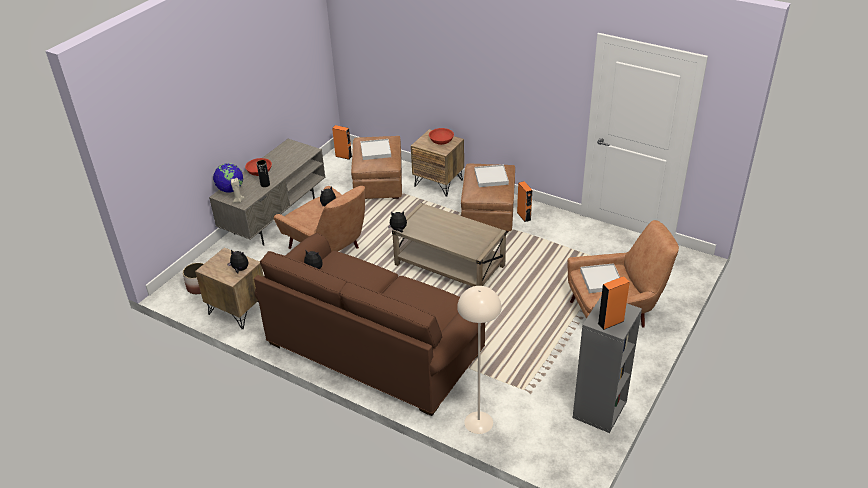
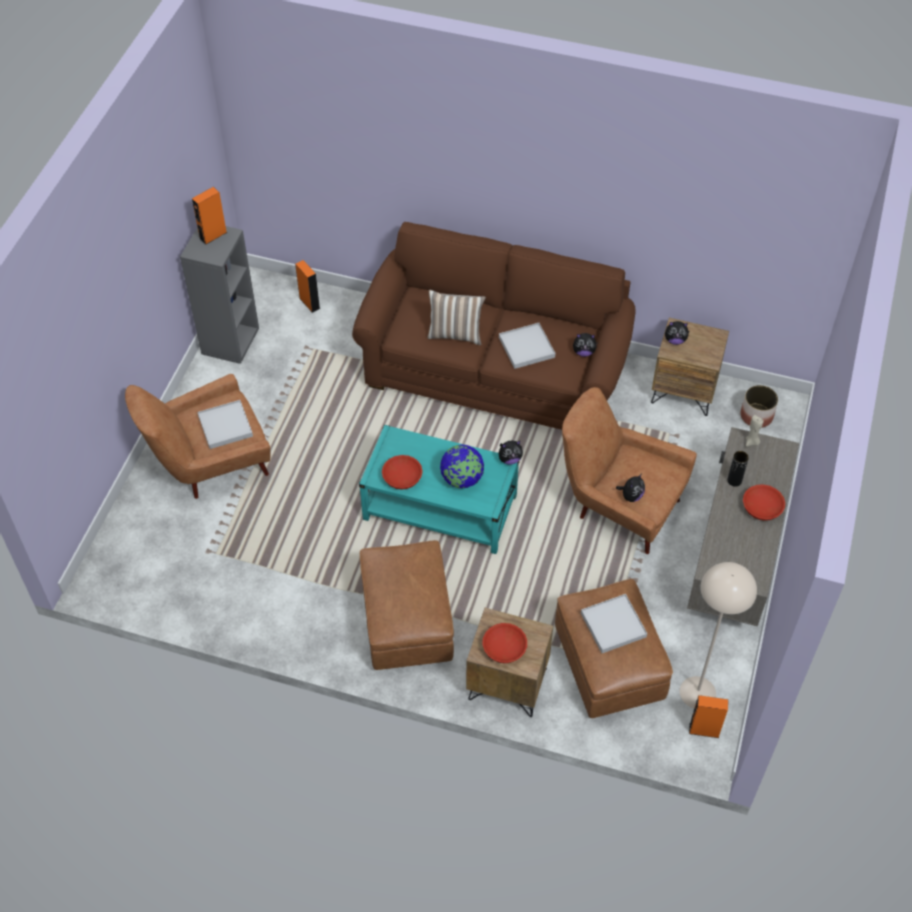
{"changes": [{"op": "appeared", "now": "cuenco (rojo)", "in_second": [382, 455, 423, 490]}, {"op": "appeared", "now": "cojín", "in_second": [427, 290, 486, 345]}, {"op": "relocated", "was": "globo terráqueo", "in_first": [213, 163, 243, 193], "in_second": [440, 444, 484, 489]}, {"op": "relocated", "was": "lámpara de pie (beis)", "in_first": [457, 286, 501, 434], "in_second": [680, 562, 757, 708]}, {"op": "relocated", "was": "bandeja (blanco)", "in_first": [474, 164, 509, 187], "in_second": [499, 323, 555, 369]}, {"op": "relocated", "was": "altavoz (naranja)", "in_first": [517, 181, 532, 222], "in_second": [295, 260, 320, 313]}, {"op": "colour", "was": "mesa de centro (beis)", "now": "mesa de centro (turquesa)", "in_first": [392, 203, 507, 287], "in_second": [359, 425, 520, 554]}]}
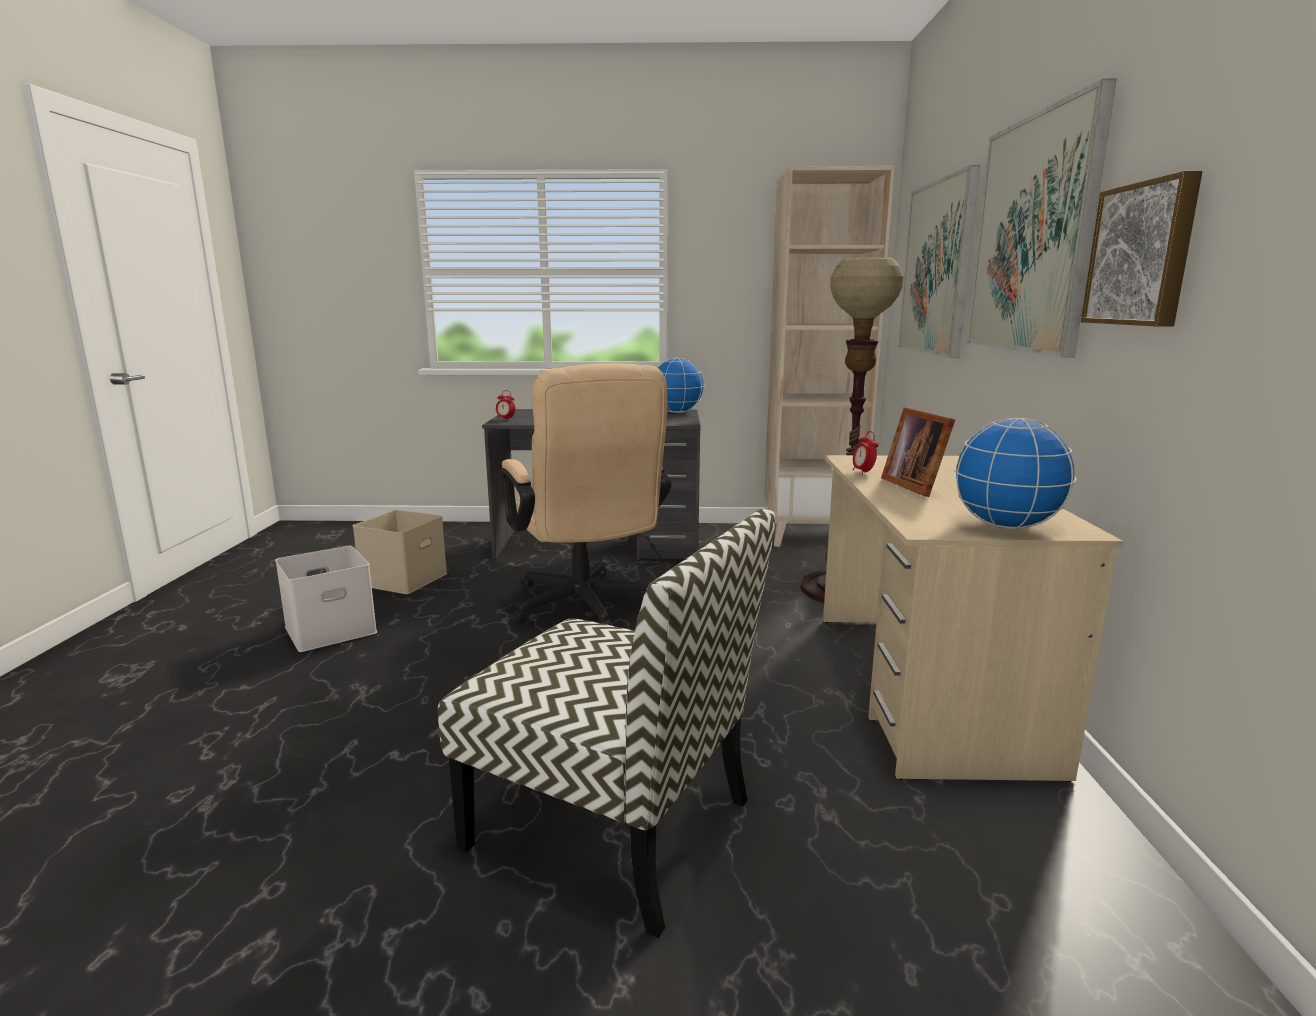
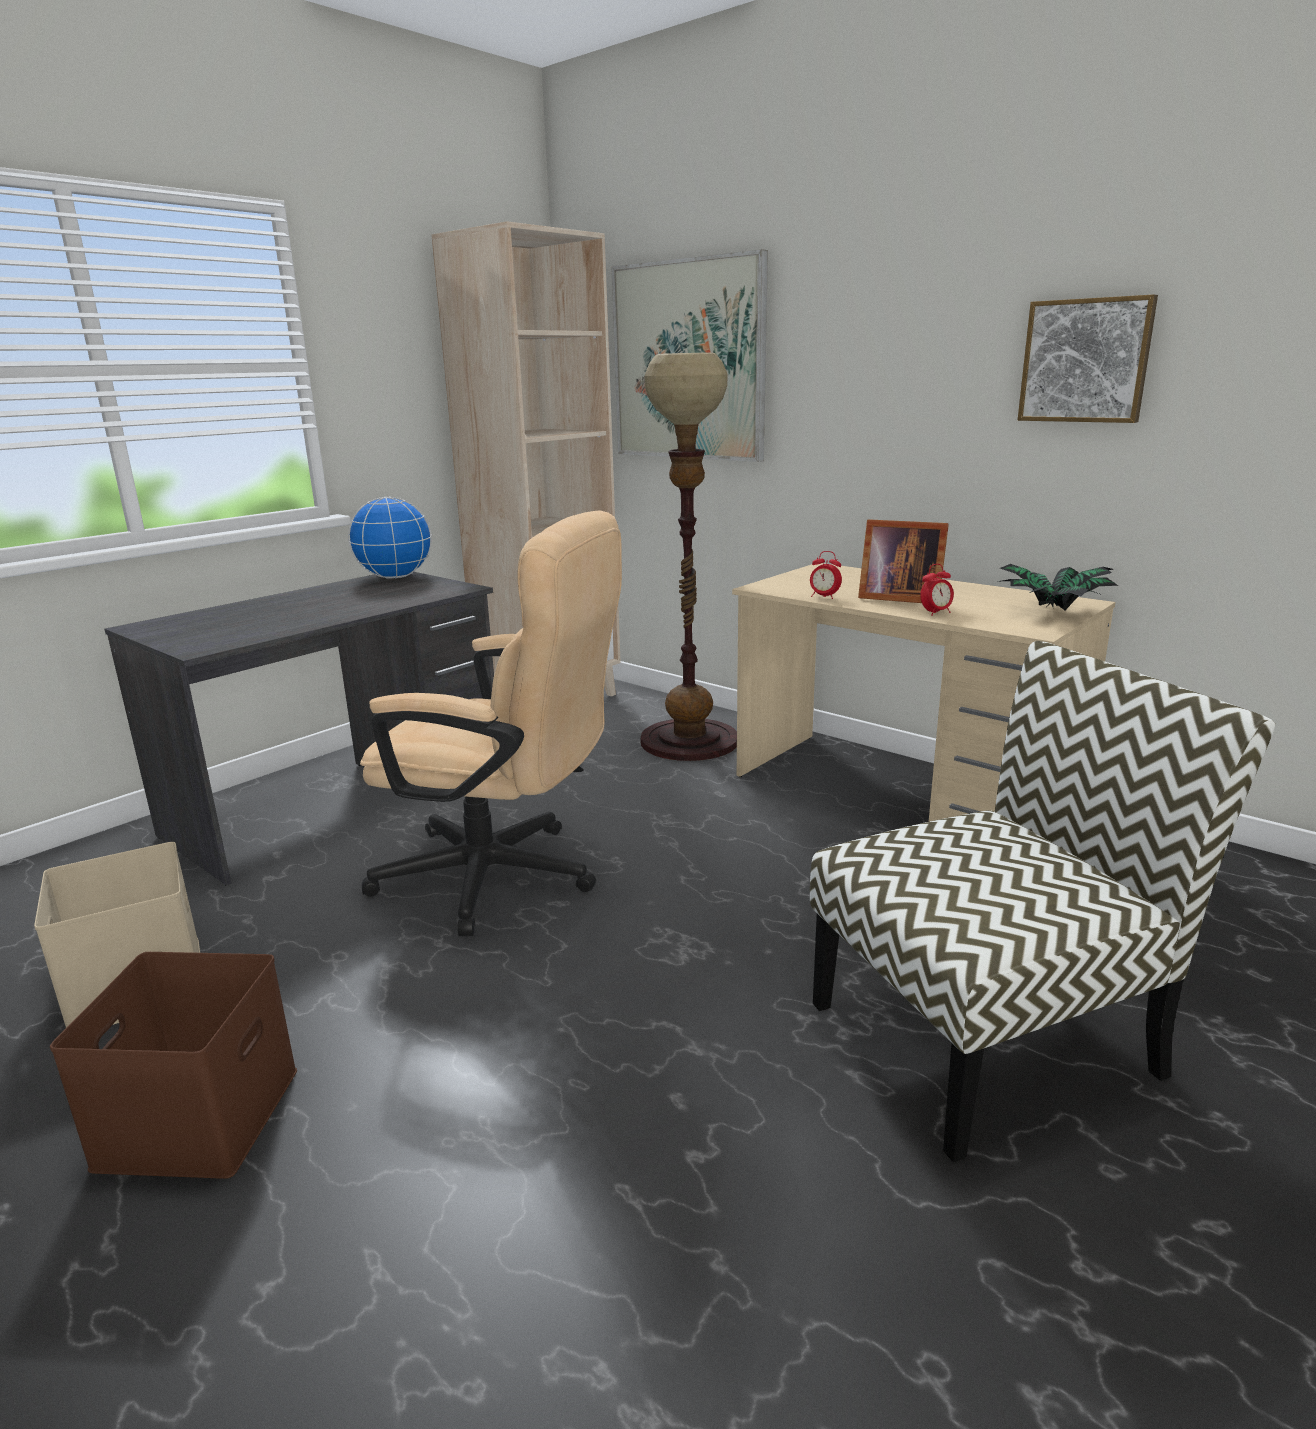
{"changes": [{"op": "missing", "was": "cuadro", "in_first": [967, 79, 1117, 358]}, {"op": "relocated", "was": "despertador", "in_first": [496, 390, 515, 420], "in_second": [920, 564, 954, 616]}, {"op": "exchanged", "was": "globo terráqueo", "now": "planta en maceta", "in_first": [954, 418, 1077, 529], "in_second": [1000, 564, 1118, 610]}, {"op": "colour", "was": "caja de almacenaje (blanco)", "now": "caja de almacenaje (marrón)", "in_first": [275, 546, 377, 652], "in_second": [50, 952, 297, 1179]}]}
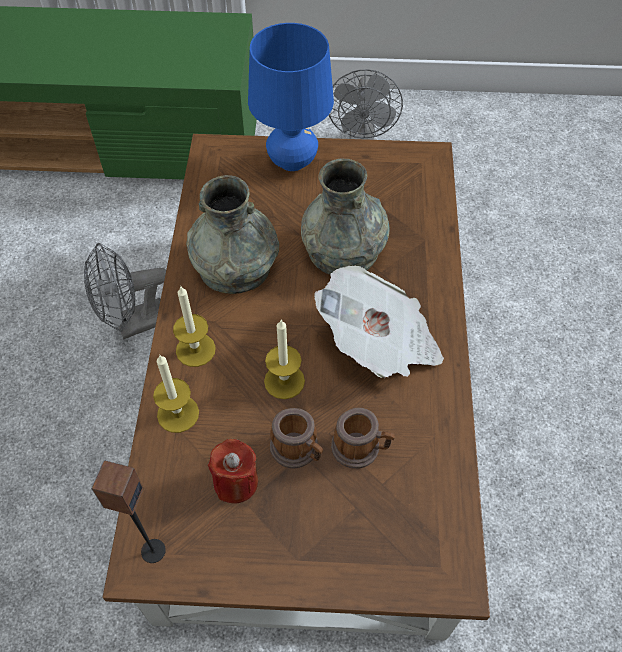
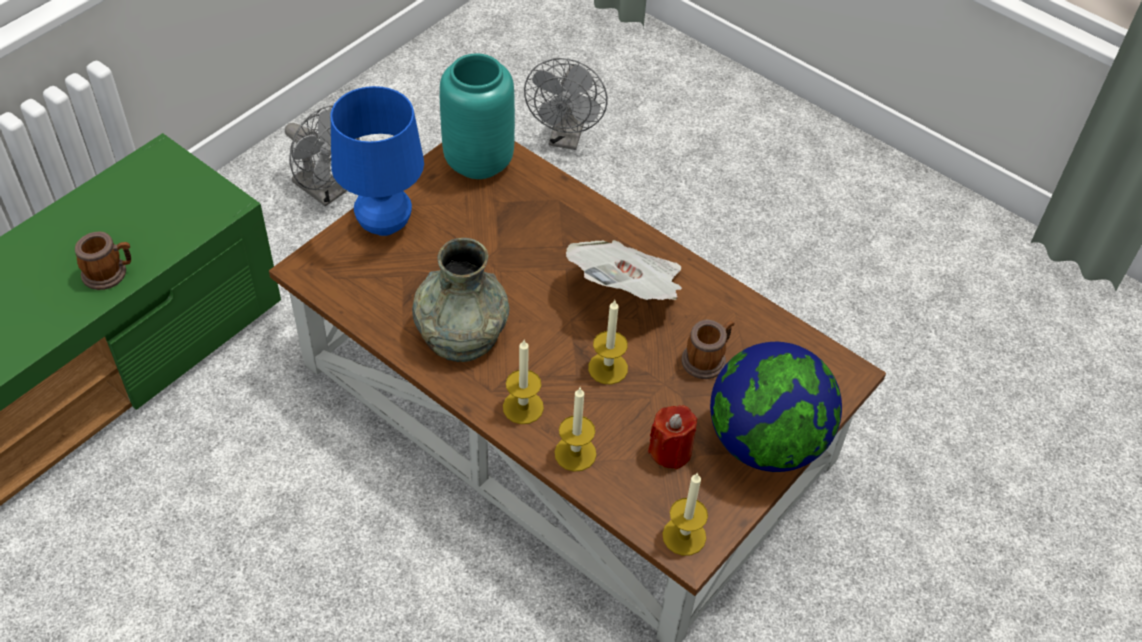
{"changes": [{"op": "missing", "was": "florero (gris)", "in_first": [301, 158, 390, 275]}, {"op": "appeared", "now": "florero (turquesa)", "in_second": [440, 54, 515, 179]}, {"op": "appeared", "now": "globo terráqueo", "in_second": [710, 342, 842, 472]}, {"op": "relocated", "was": "ventilador (gris)", "in_first": [84, 243, 166, 339], "in_second": [524, 58, 608, 150]}, {"op": "relocated", "was": "taza grande", "in_first": [270, 408, 323, 469], "in_second": [75, 232, 131, 290]}, {"op": "exchanged", "was": "altavoz", "now": "vela", "in_first": [91, 460, 166, 563], "in_second": [662, 472, 708, 556]}]}
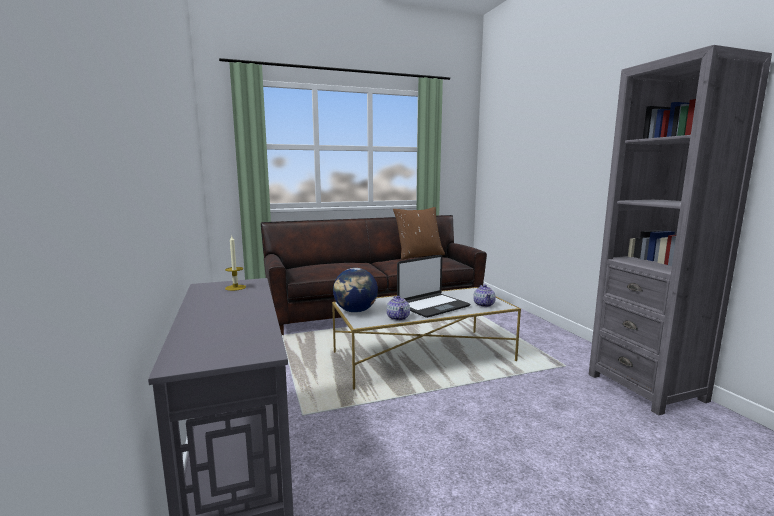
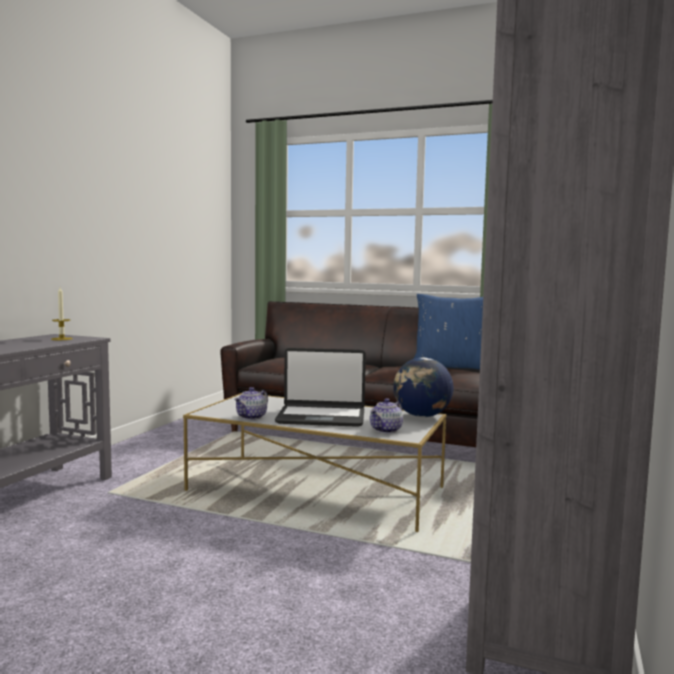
{"changes": [{"op": "relocated", "was": "globo terráqueo", "in_first": [333, 268, 378, 313], "in_second": [393, 358, 453, 417]}, {"op": "colour", "was": "cojín (marrón)", "now": "cojín (azul)", "in_first": [393, 207, 445, 260], "in_second": [414, 294, 483, 370]}]}
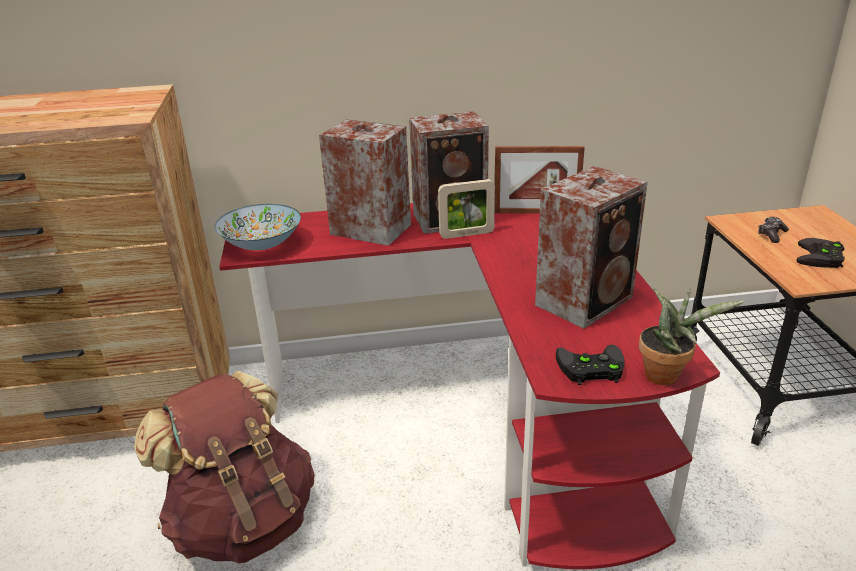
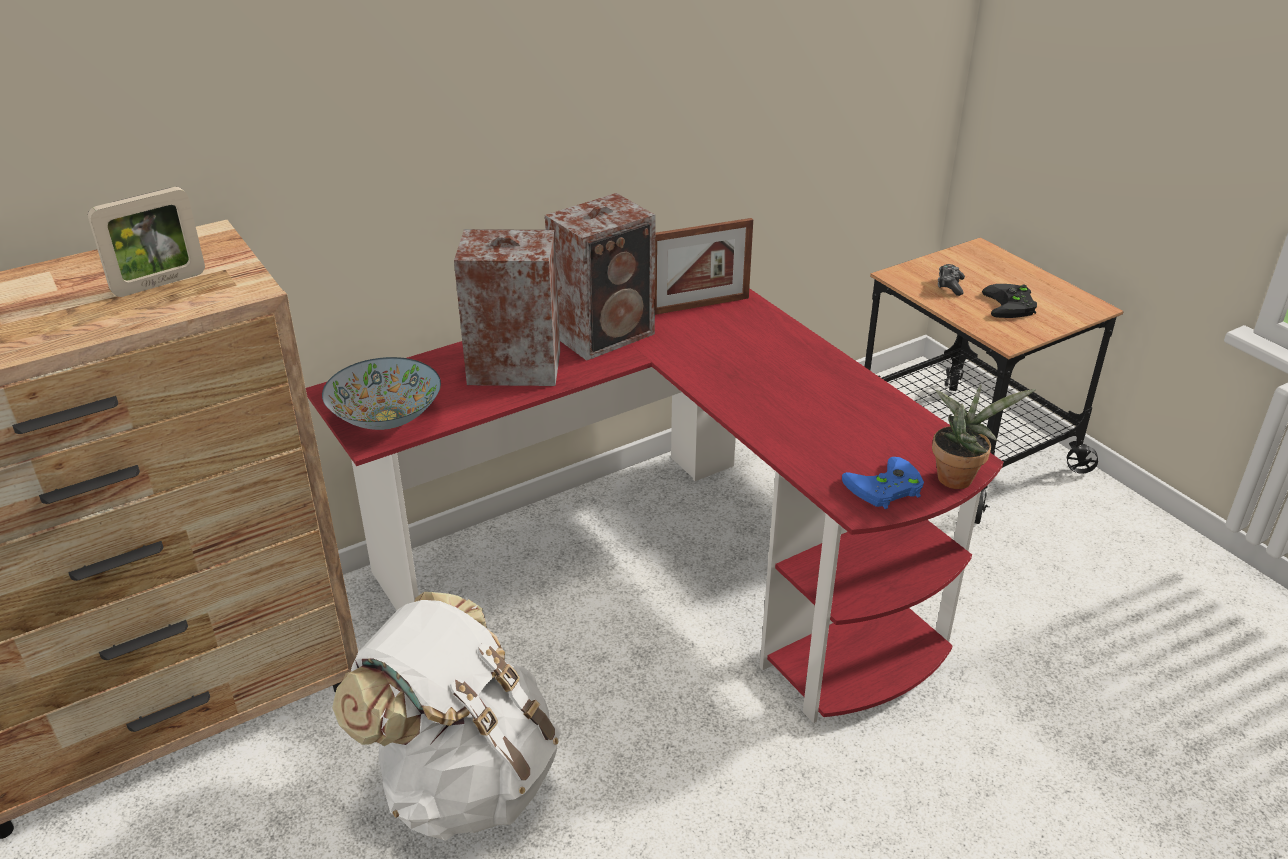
{"changes": [{"op": "missing", "was": "altavoz", "in_first": [535, 166, 648, 329]}, {"op": "relocated", "was": "portarretratos", "in_first": [438, 179, 495, 239], "in_second": [88, 187, 205, 297]}, {"op": "colour", "was": "mochila (marrón)", "now": "mochila (blanco)", "in_first": [134, 371, 315, 564], "in_second": [332, 592, 561, 841]}, {"op": "colour", "was": "mando de consola (negro)", "now": "mando de consola (azul)", "in_first": [556, 344, 625, 385], "in_second": [842, 457, 924, 509]}]}
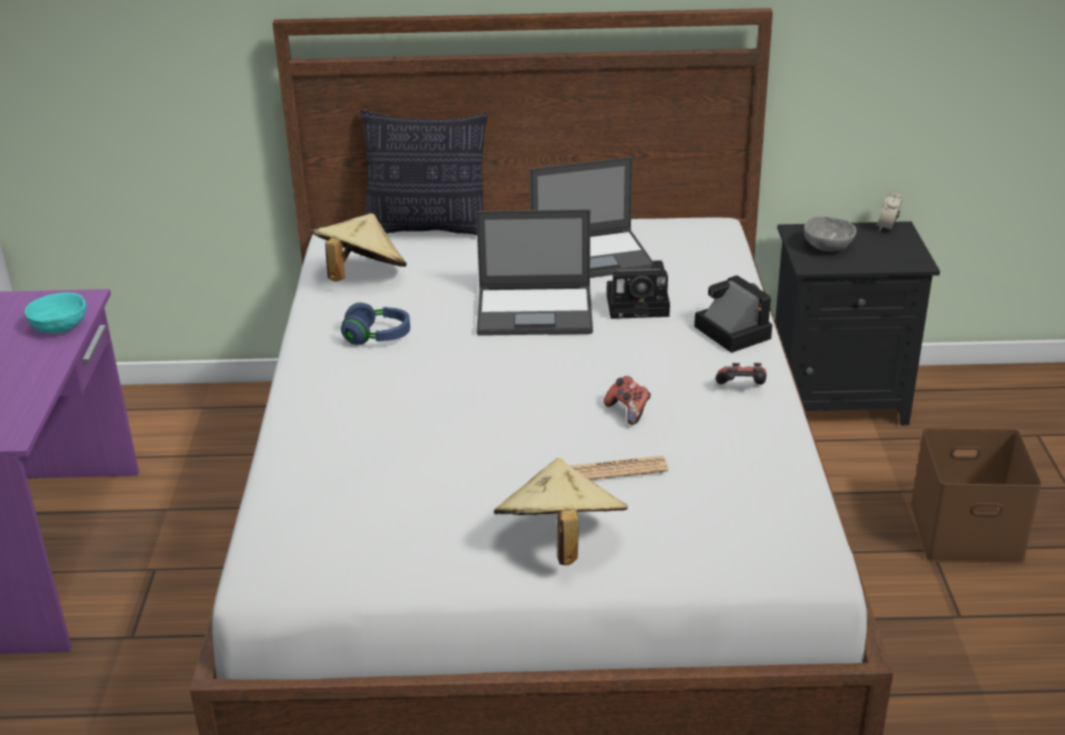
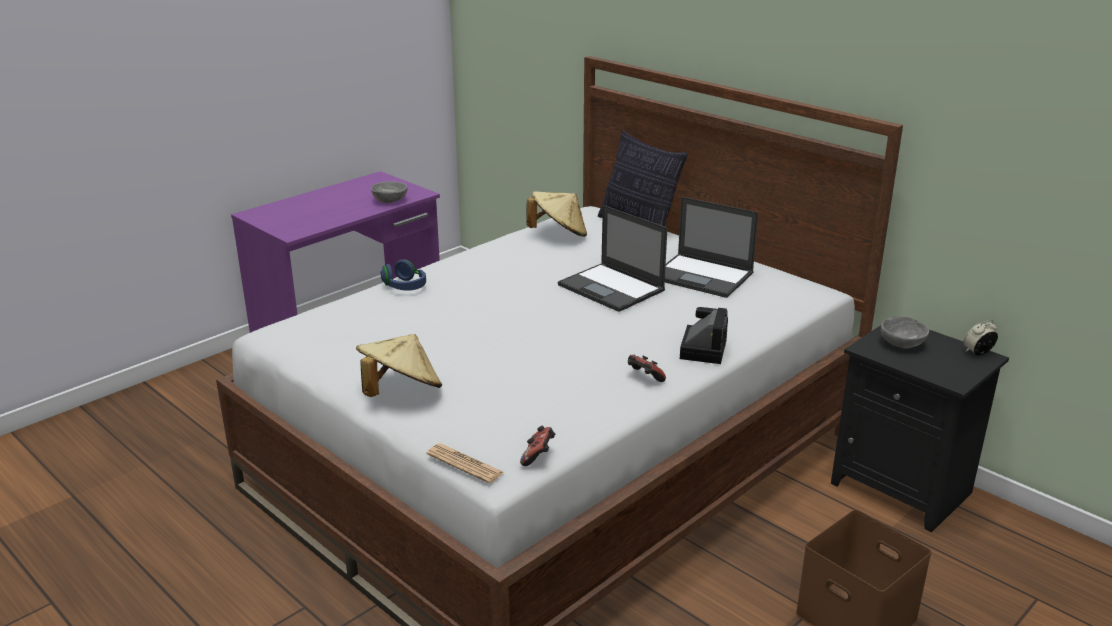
{"changes": [{"op": "missing", "was": "cámara", "in_first": [607, 260, 670, 319]}, {"op": "relocated", "was": "auriculares (azul)", "in_first": [341, 302, 410, 345], "in_second": [381, 259, 426, 291]}, {"op": "relocated", "was": "periódico", "in_first": [571, 456, 669, 480], "in_second": [427, 443, 505, 483]}, {"op": "relocated", "was": "mando de consola", "in_first": [604, 376, 651, 425], "in_second": [520, 426, 555, 466]}, {"op": "colour", "was": "cuenco (turquesa)", "now": "cuenco (gris)", "in_first": [25, 293, 86, 333], "in_second": [371, 182, 407, 203]}]}
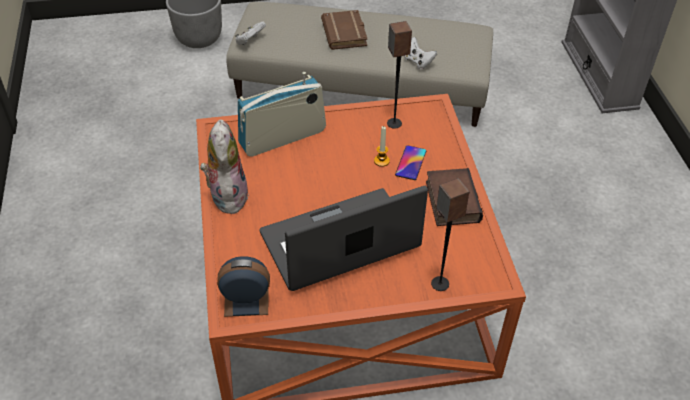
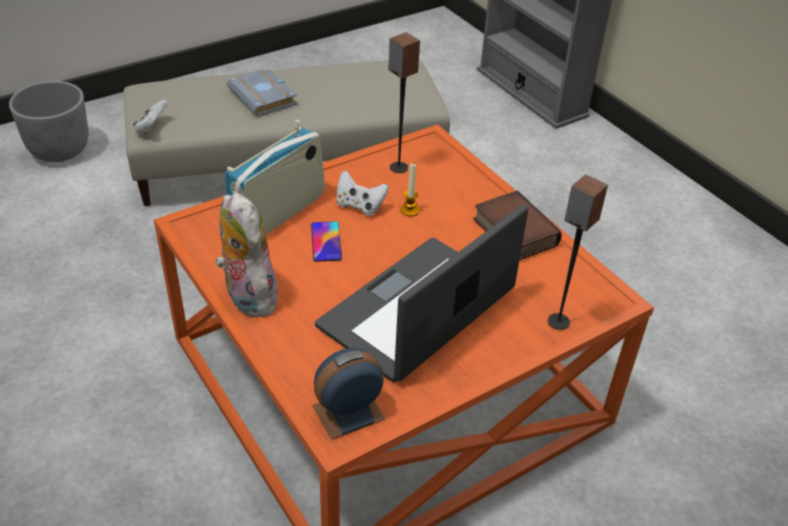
{"changes": [{"op": "relocated", "was": "móvil", "in_first": [395, 145, 426, 180], "in_second": [311, 221, 342, 262]}, {"op": "relocated", "was": "mando de consola (blanco)", "in_first": [404, 37, 437, 69], "in_second": [336, 170, 389, 216]}, {"op": "colour", "was": "libro (marrón)", "now": "libro (gris)", "in_first": [321, 10, 368, 50], "in_second": [227, 68, 297, 117]}]}
